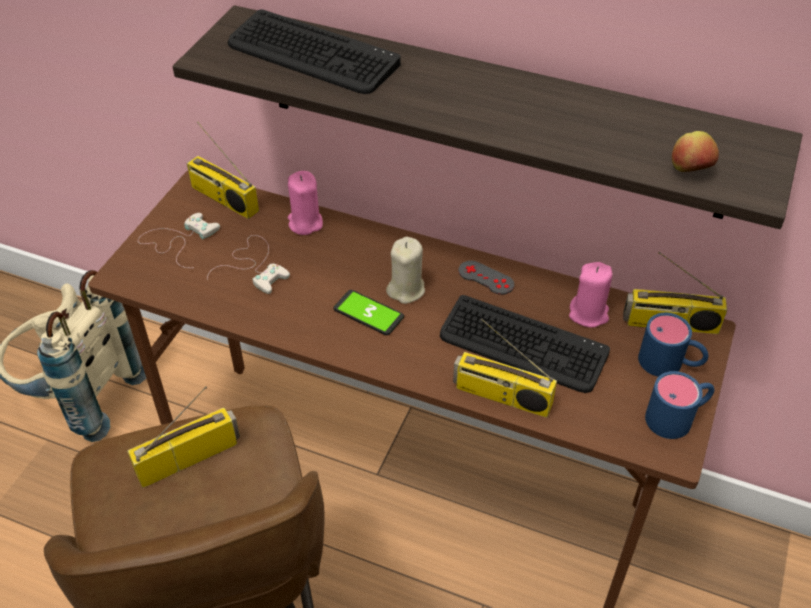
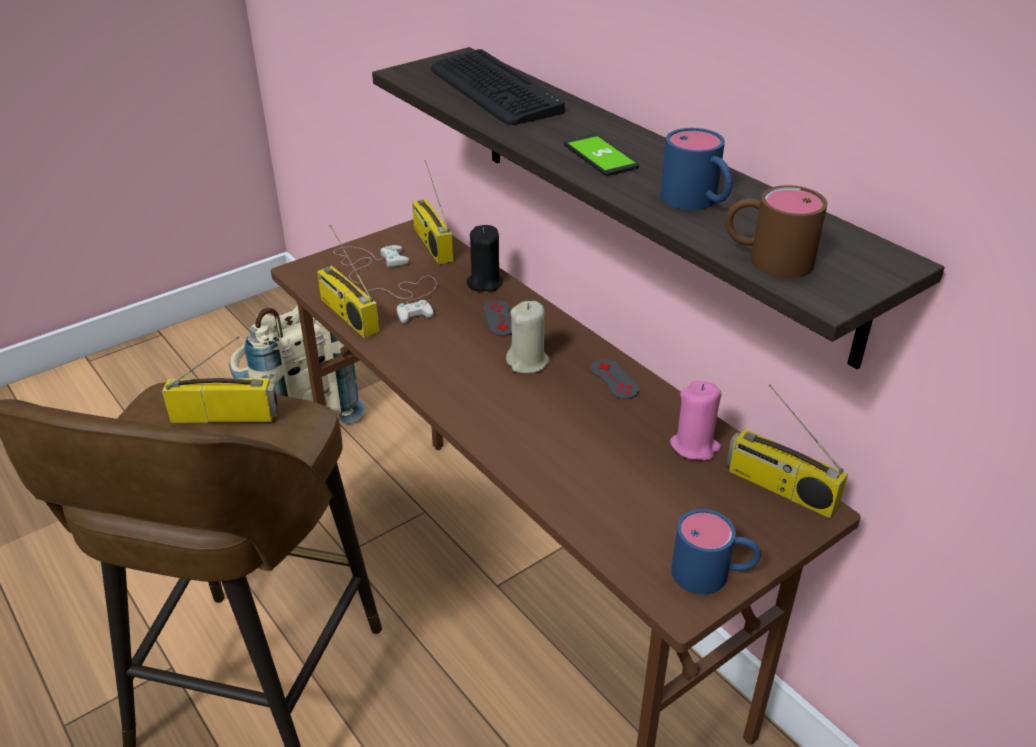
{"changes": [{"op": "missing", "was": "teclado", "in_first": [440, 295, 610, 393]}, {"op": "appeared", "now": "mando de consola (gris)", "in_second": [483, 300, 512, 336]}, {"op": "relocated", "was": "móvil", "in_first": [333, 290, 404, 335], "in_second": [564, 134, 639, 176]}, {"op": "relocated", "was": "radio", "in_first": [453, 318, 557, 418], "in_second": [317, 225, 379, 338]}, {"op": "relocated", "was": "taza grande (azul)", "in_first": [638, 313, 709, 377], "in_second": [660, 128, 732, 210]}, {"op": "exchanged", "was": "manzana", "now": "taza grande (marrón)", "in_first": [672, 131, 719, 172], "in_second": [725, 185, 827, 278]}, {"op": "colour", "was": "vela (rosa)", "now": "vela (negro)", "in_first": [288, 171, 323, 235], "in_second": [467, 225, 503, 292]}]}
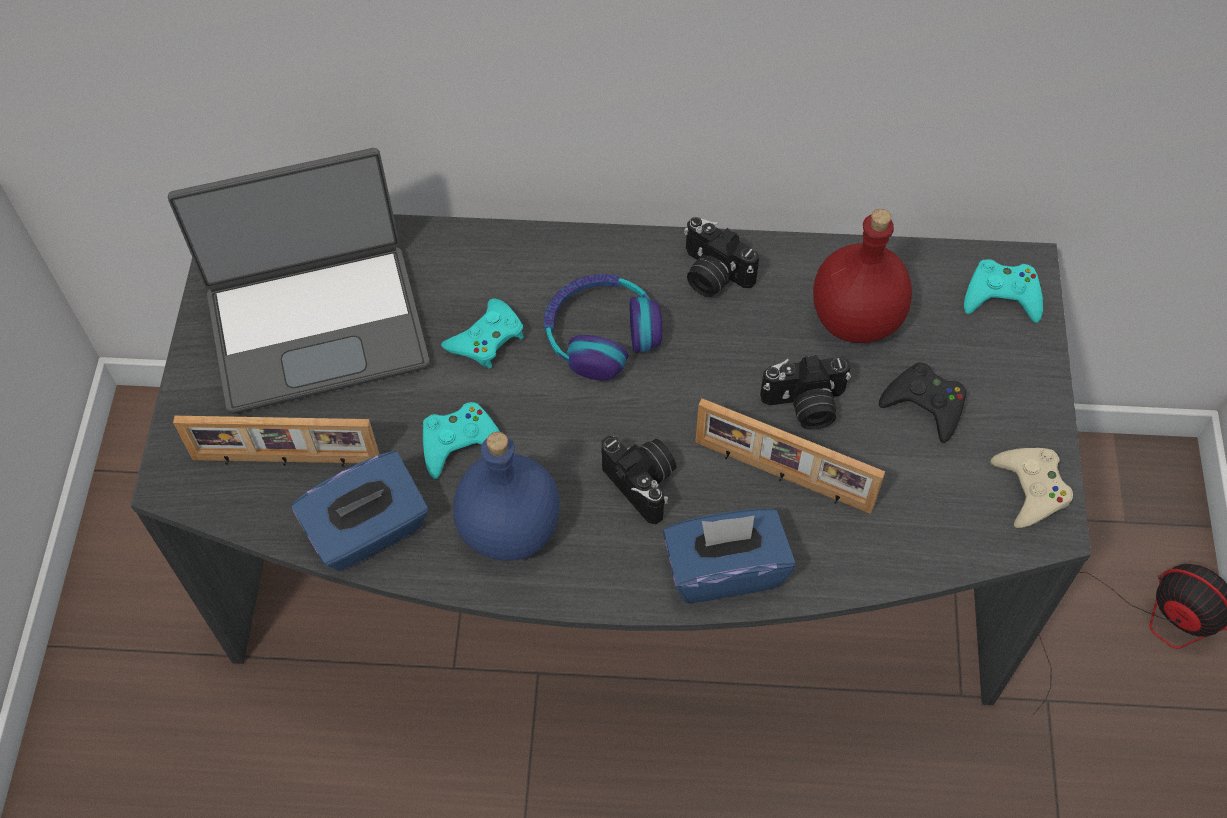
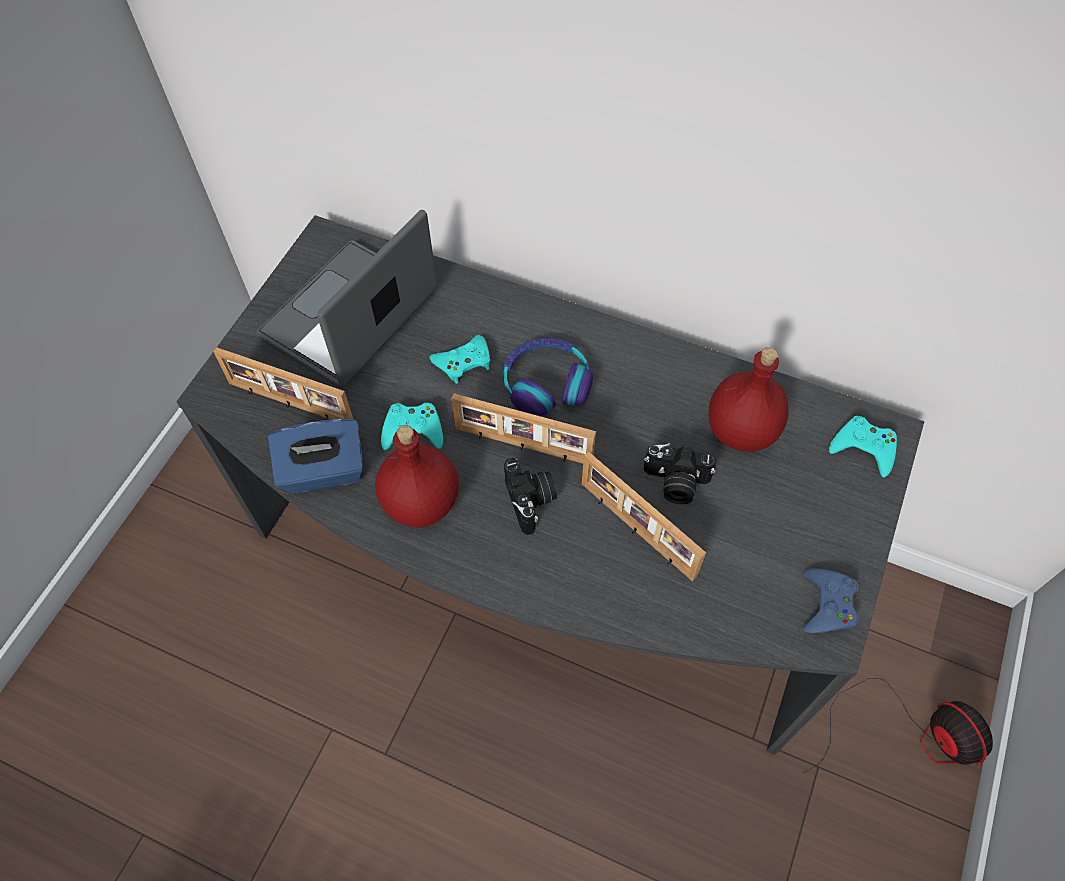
{"changes": [{"op": "missing", "was": "caja de pañuelos (azul)", "in_first": [663, 509, 795, 603]}, {"op": "missing", "was": "cámara", "in_first": [684, 217, 759, 297]}, {"op": "missing", "was": "mando de consola (negro)", "in_first": [879, 362, 966, 443]}, {"op": "appeared", "now": "portarretratos", "in_second": [451, 393, 596, 464]}, {"op": "colour", "was": "botella (azul)", "now": "botella (rojo)", "in_first": [453, 432, 560, 561], "in_second": [375, 425, 459, 528]}, {"op": "colour", "was": "mando de consola (beis)", "now": "mando de consola (azul)", "in_first": [990, 448, 1073, 528], "in_second": [803, 568, 859, 634]}, {"op": "spun", "was": "portátil", "in_first": [168, 148, 430, 414], "in_second": [256, 210, 437, 388], "clockwise": 120}]}
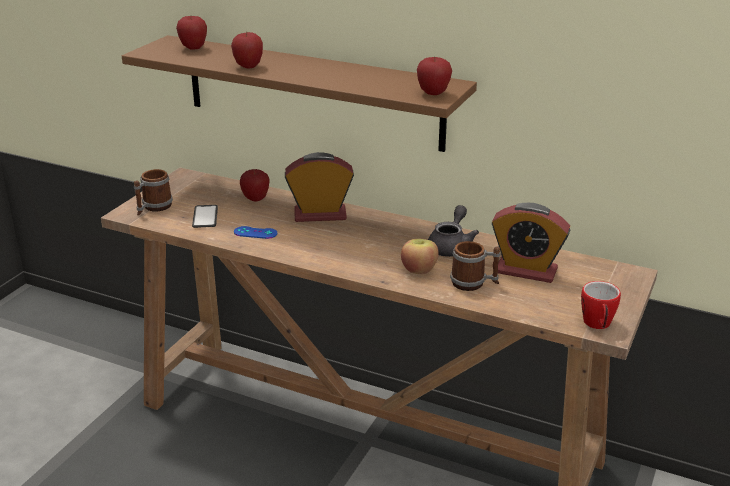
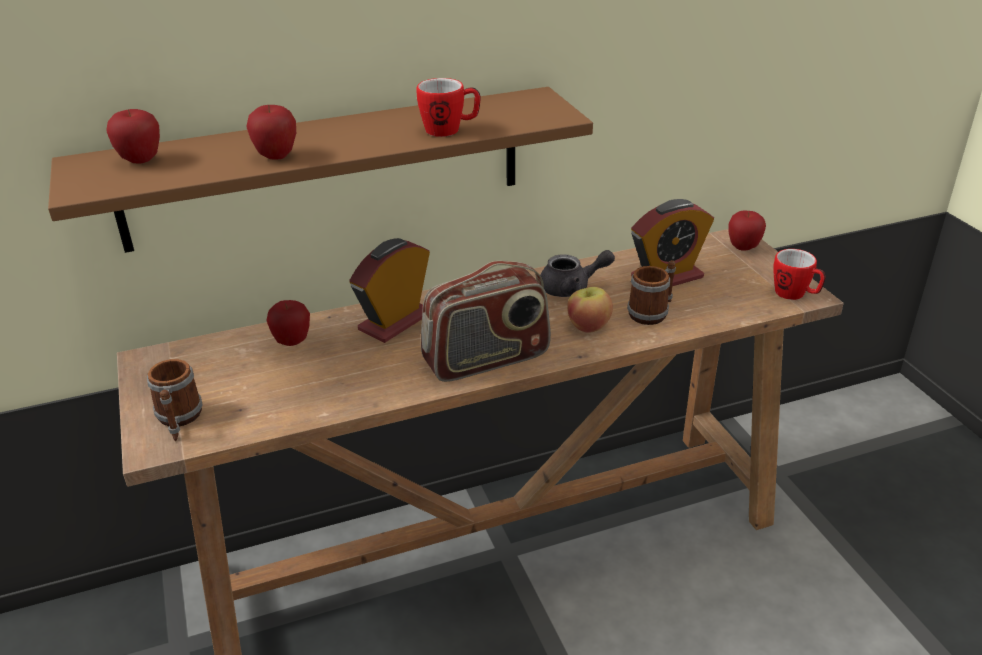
{"changes": [{"op": "missing", "was": "móvil", "in_first": [192, 205, 218, 228]}, {"op": "missing", "was": "mando de consola (azul)", "in_first": [234, 226, 277, 239]}, {"op": "appeared", "now": "taza grande", "in_second": [416, 78, 480, 137]}, {"op": "appeared", "now": "radio", "in_second": [421, 261, 551, 382]}, {"op": "relocated", "was": "manzana", "in_first": [417, 57, 452, 95], "in_second": [729, 211, 766, 251]}, {"op": "spun", "was": "tetera (gris)", "in_first": [428, 205, 479, 257], "in_second": [540, 250, 615, 297], "clockwise": 105}]}
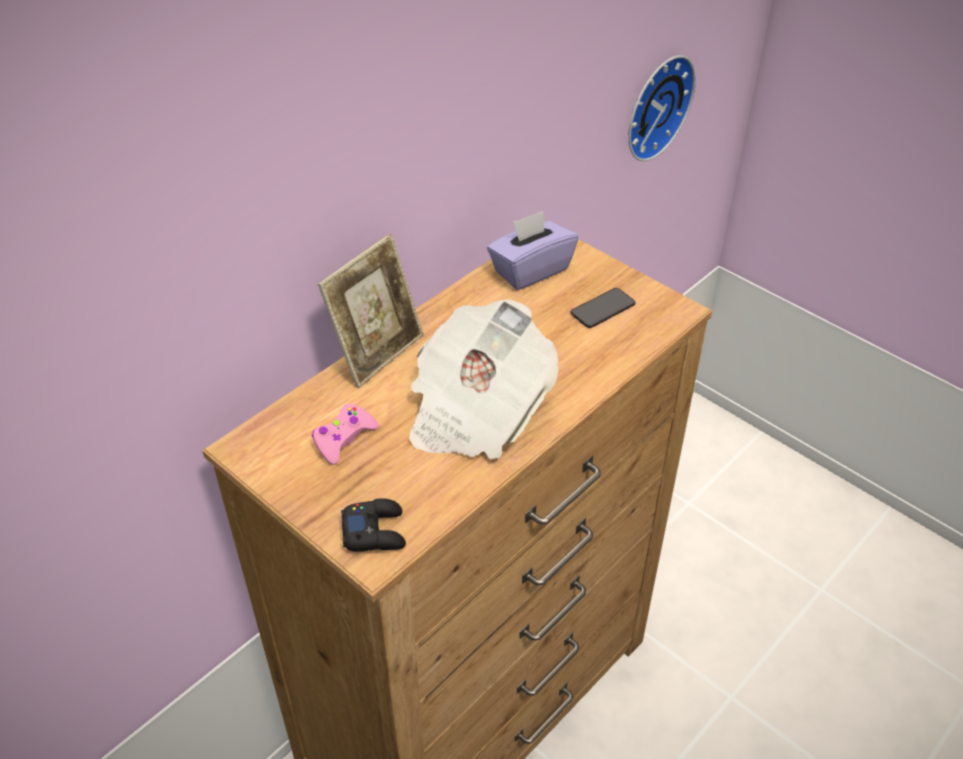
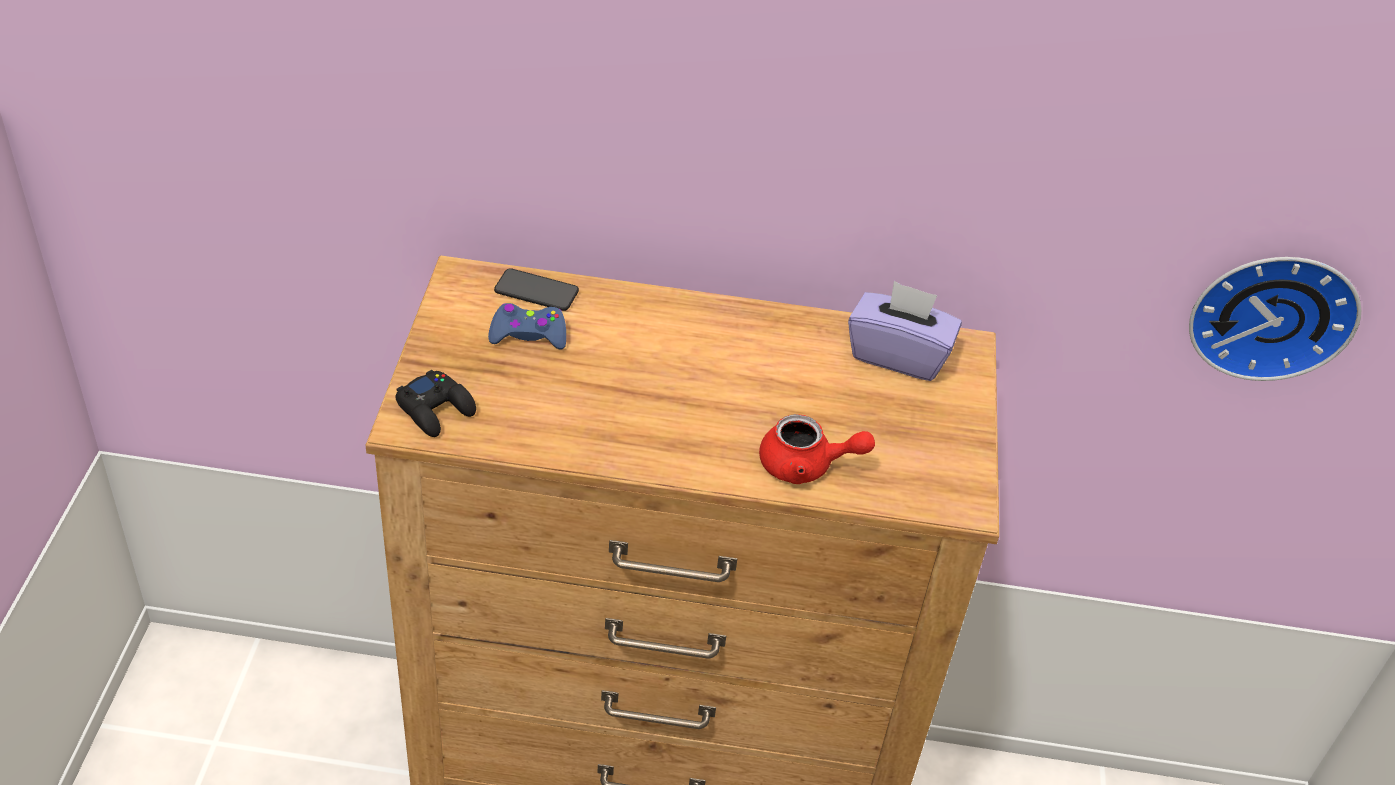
{"changes": [{"op": "missing", "was": "portarretratos", "in_first": [318, 234, 424, 388]}, {"op": "missing", "was": "periódico", "in_first": [409, 299, 559, 459]}, {"op": "appeared", "now": "tetera (rojo)", "in_second": [759, 414, 875, 484]}, {"op": "relocated", "was": "móvil", "in_first": [571, 288, 635, 328], "in_second": [494, 268, 579, 311]}, {"op": "colour", "was": "mando de consola (rosa)", "now": "mando de consola (azul)", "in_first": [312, 404, 379, 465], "in_second": [488, 303, 566, 349]}]}
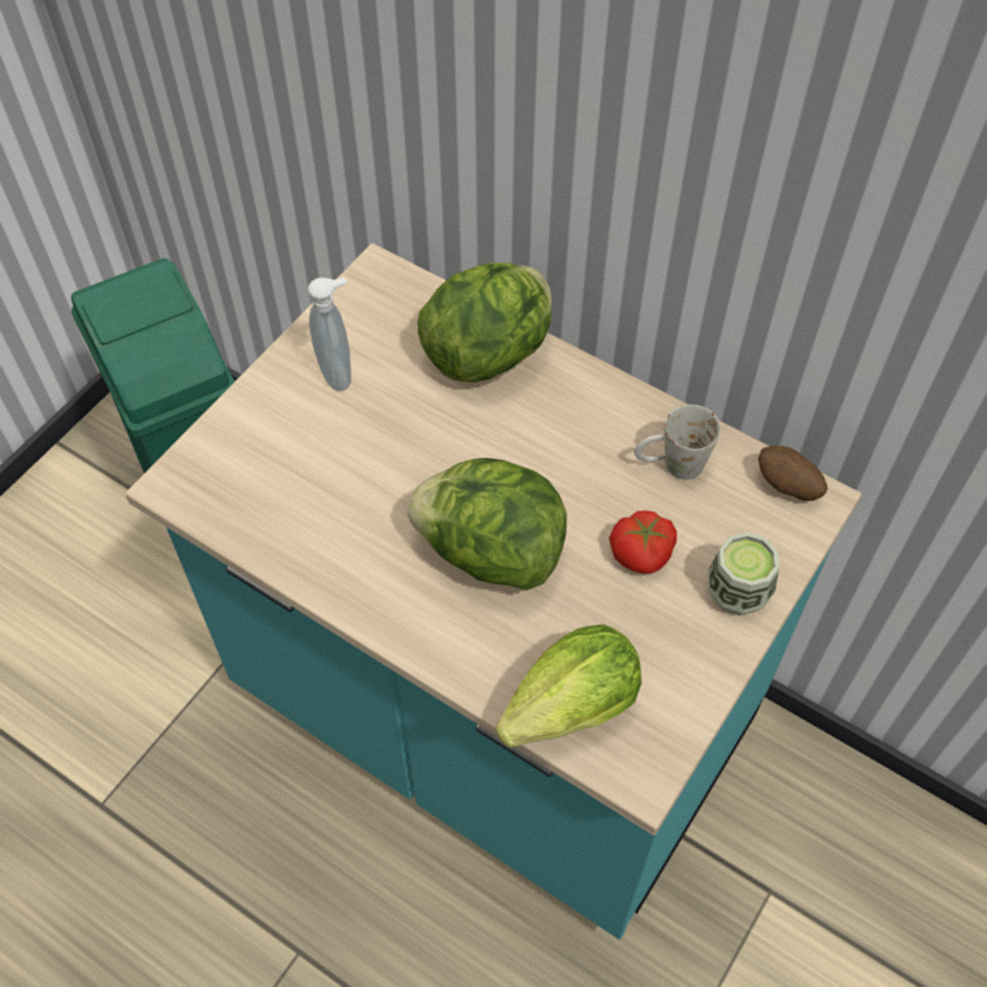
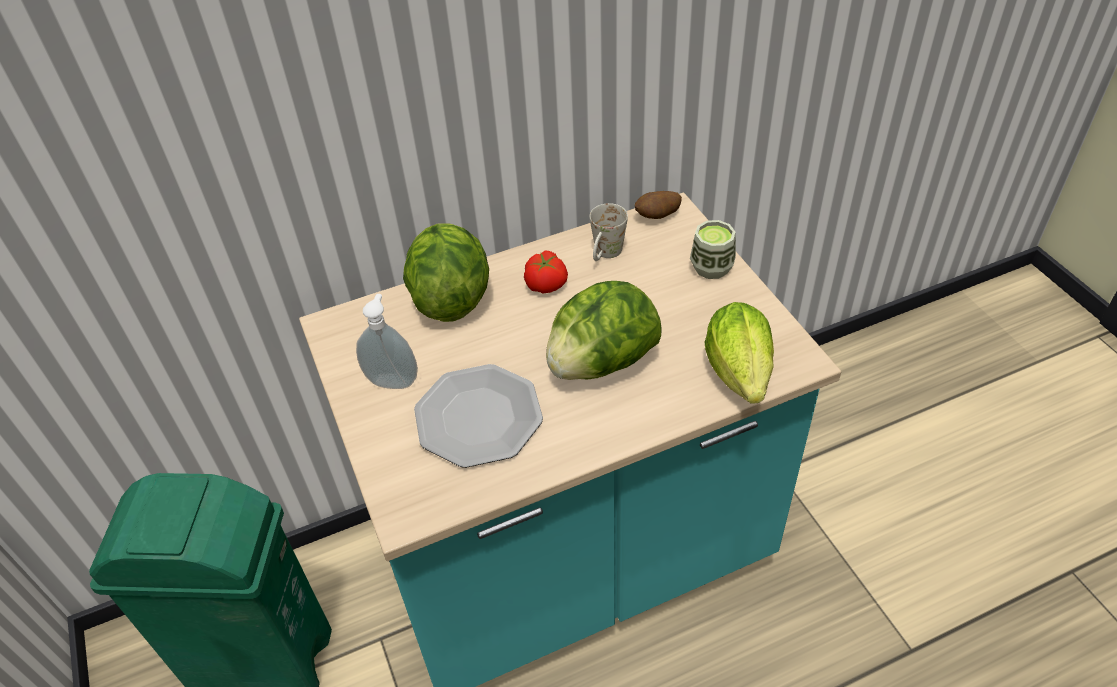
{"changes": [{"op": "appeared", "now": "plato", "in_second": [414, 364, 543, 468]}, {"op": "relocated", "was": "tomate", "in_first": [609, 510, 677, 574], "in_second": [524, 250, 568, 294]}]}
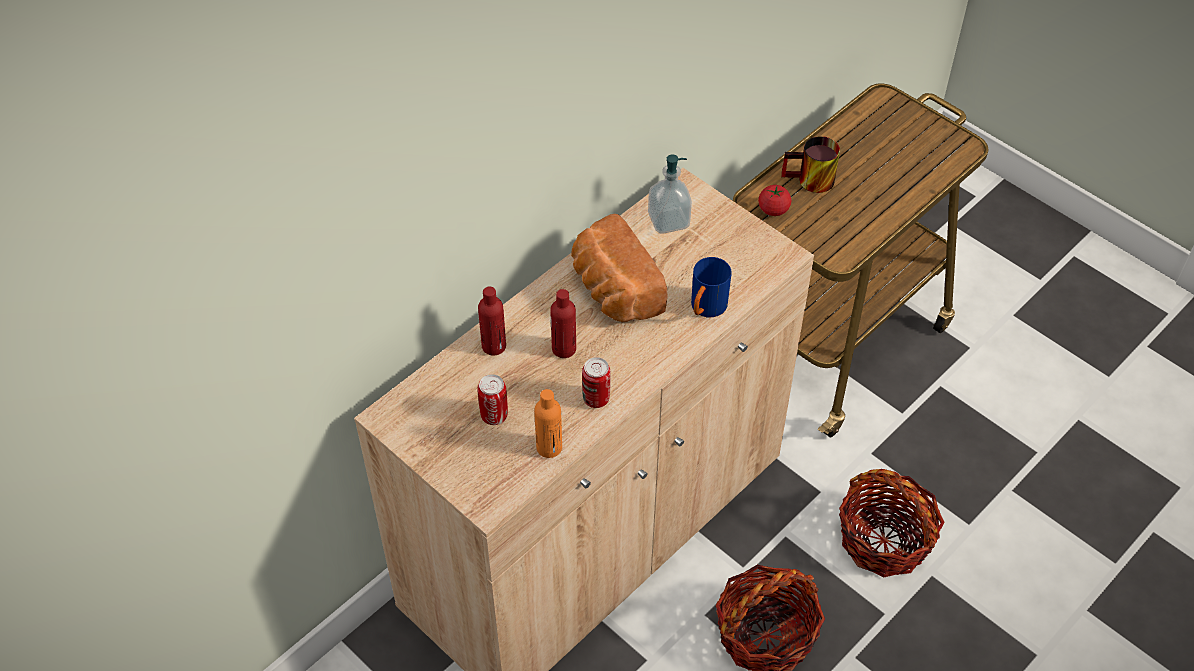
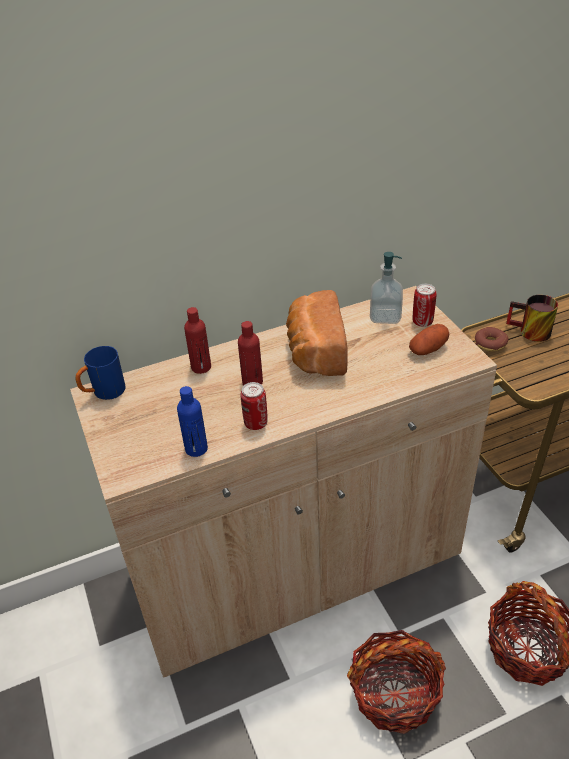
{"changes": [{"op": "appeared", "now": "patata", "in_second": [409, 324, 449, 355]}, {"op": "relocated", "was": "lata", "in_first": [478, 374, 508, 425], "in_second": [413, 284, 437, 327]}, {"op": "relocated", "was": "taza grande (azul)", "in_first": [691, 257, 732, 317], "in_second": [75, 346, 126, 400]}, {"op": "exchanged", "was": "tomate", "now": "rosquilla", "in_first": [758, 185, 791, 216], "in_second": [475, 327, 508, 352]}, {"op": "colour", "was": "botella (naranja)", "now": "botella (azul)", "in_first": [534, 389, 562, 458], "in_second": [177, 386, 208, 457]}]}
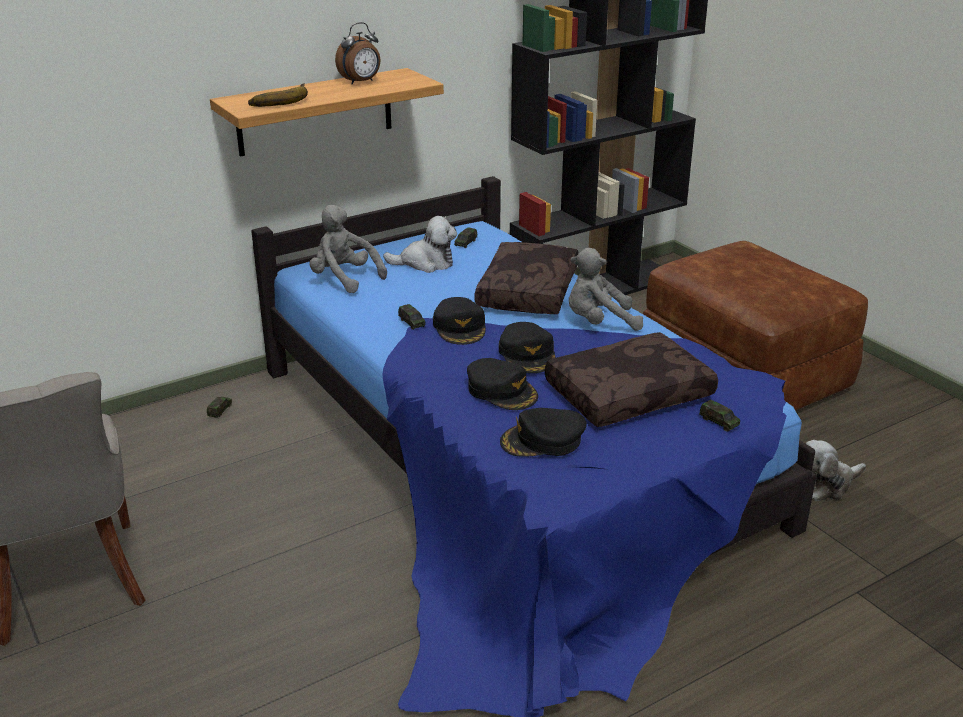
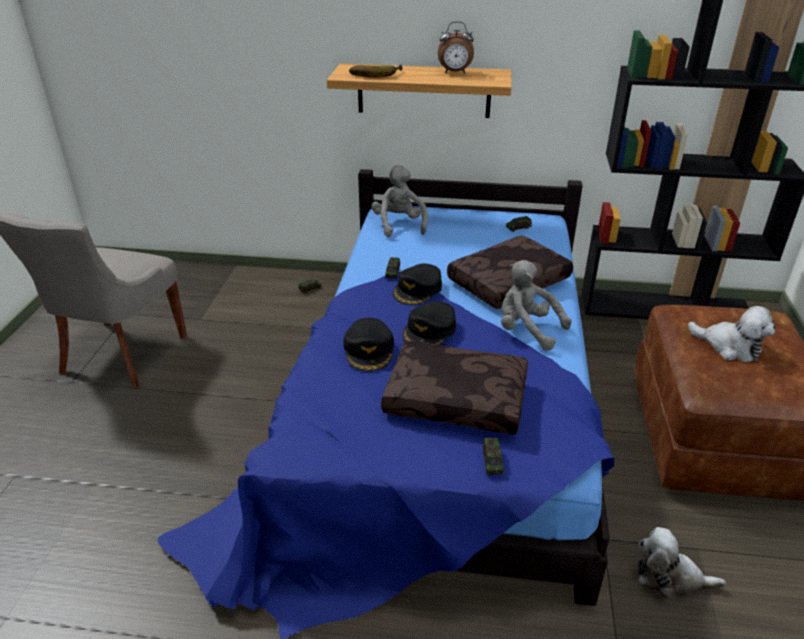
{"changes": [{"op": "missing", "was": "gorra (negro)", "in_first": [500, 408, 587, 457]}, {"op": "relocated", "was": "peluche", "in_first": [383, 216, 457, 273], "in_second": [688, 306, 775, 362]}]}
